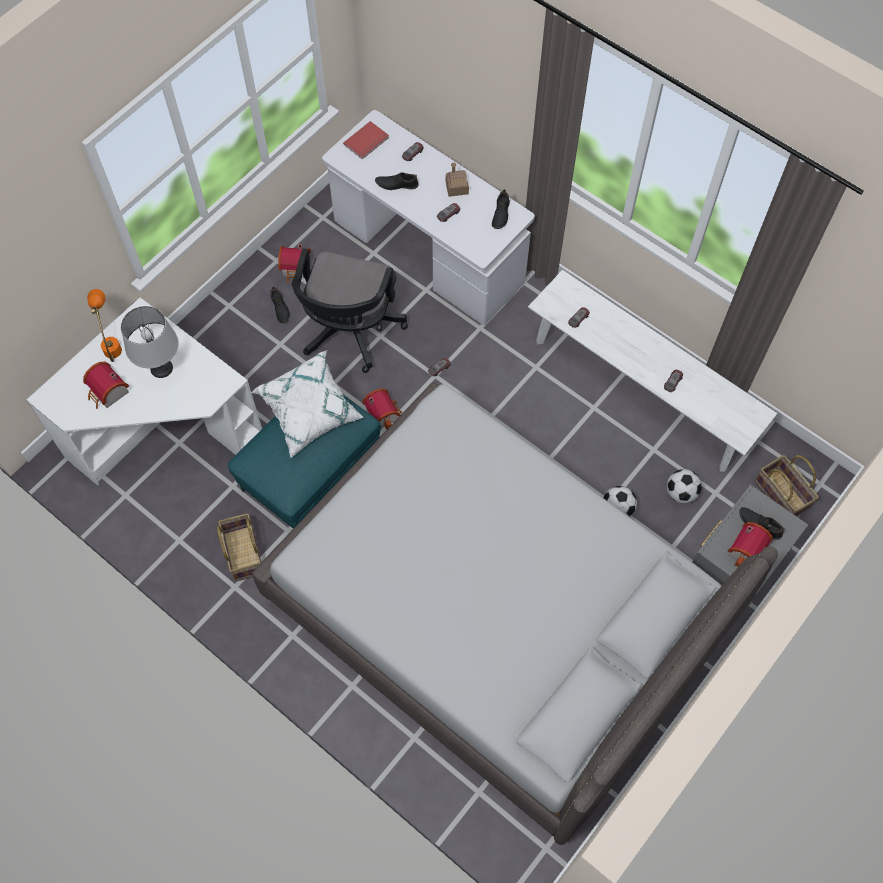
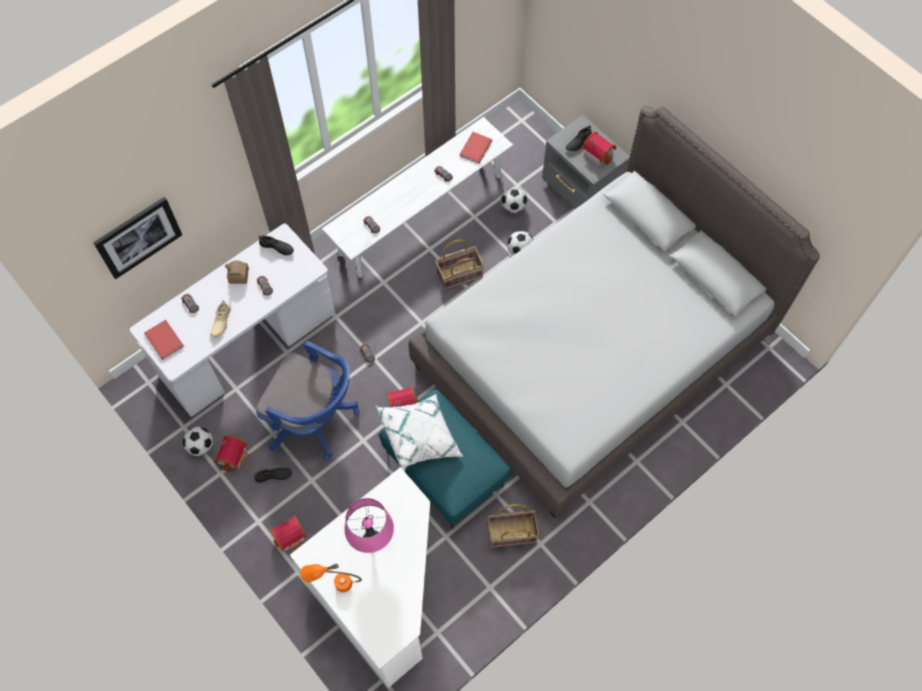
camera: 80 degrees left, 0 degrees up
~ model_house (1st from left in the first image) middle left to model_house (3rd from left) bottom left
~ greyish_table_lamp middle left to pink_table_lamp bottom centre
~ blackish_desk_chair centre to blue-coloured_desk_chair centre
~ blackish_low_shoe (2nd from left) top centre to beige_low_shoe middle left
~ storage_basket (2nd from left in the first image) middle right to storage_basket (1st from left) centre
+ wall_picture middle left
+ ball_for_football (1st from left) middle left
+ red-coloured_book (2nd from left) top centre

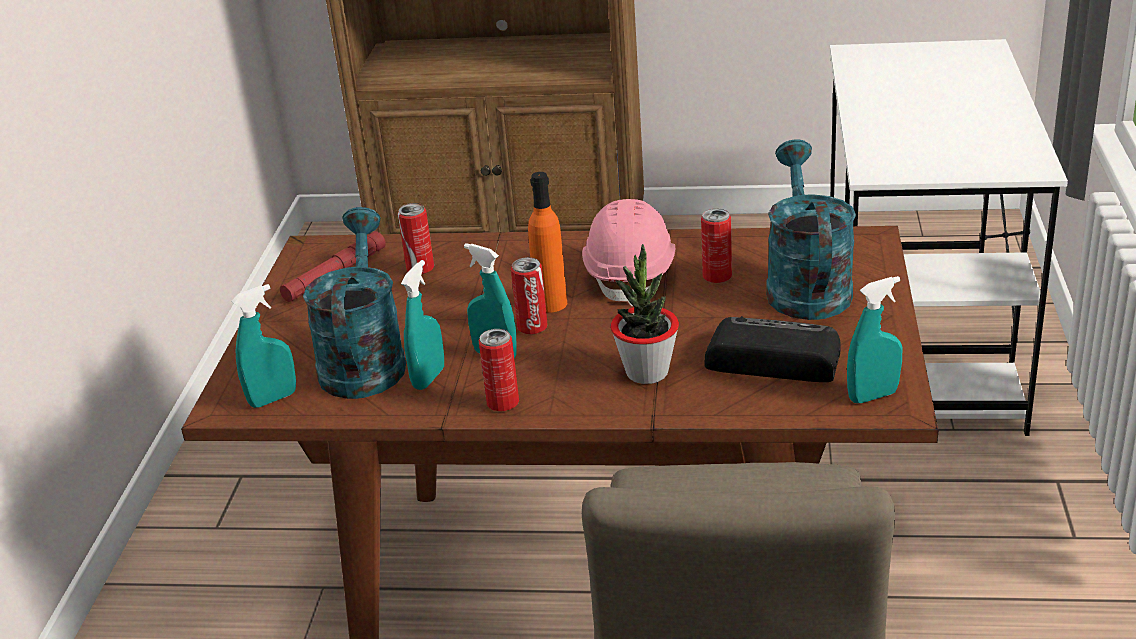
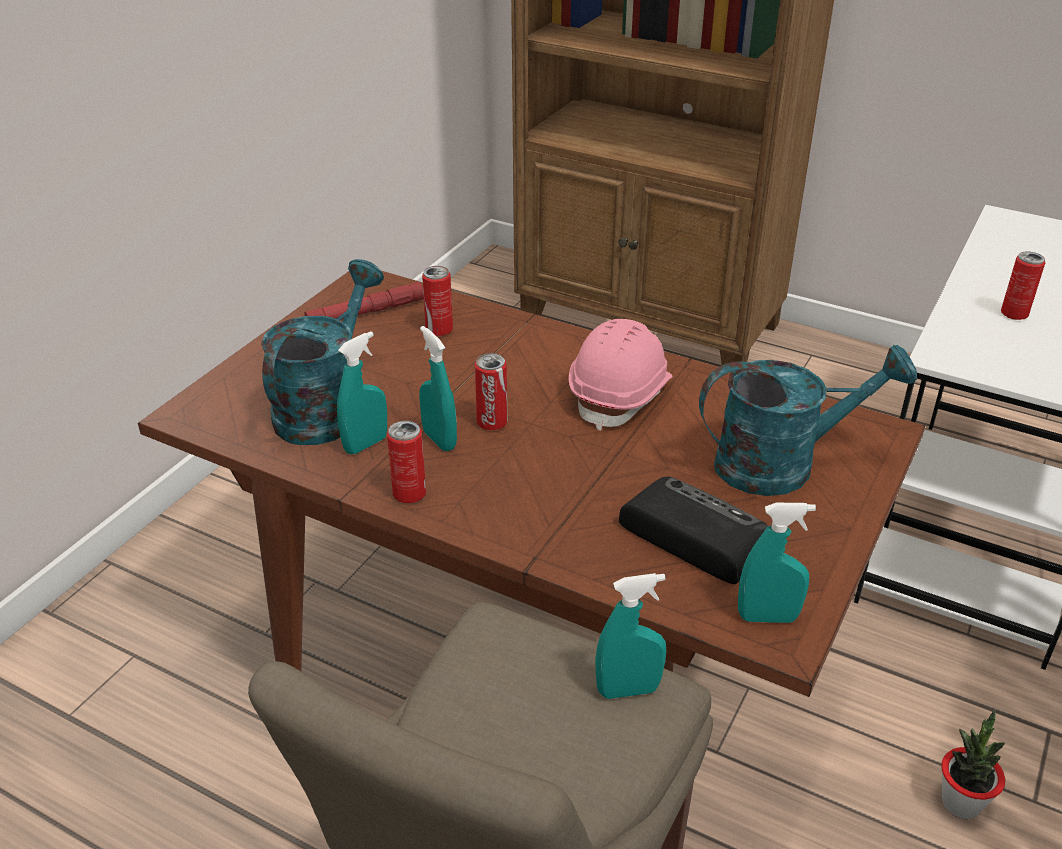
camera: 20 degrees right, 5 degrees up
~ blue-green_spray_bottle (1st from left in the first image) middle left to blue-green_spray_bottle (3rd from left) bottom centre
- orangey_beverage_bottle centre
~ potted_plant centre to bottom right
~ can (4th from left) centre to middle right
~ blue-green_watering_can (2nd from left) middle right = middle right 60 degrees clockwise

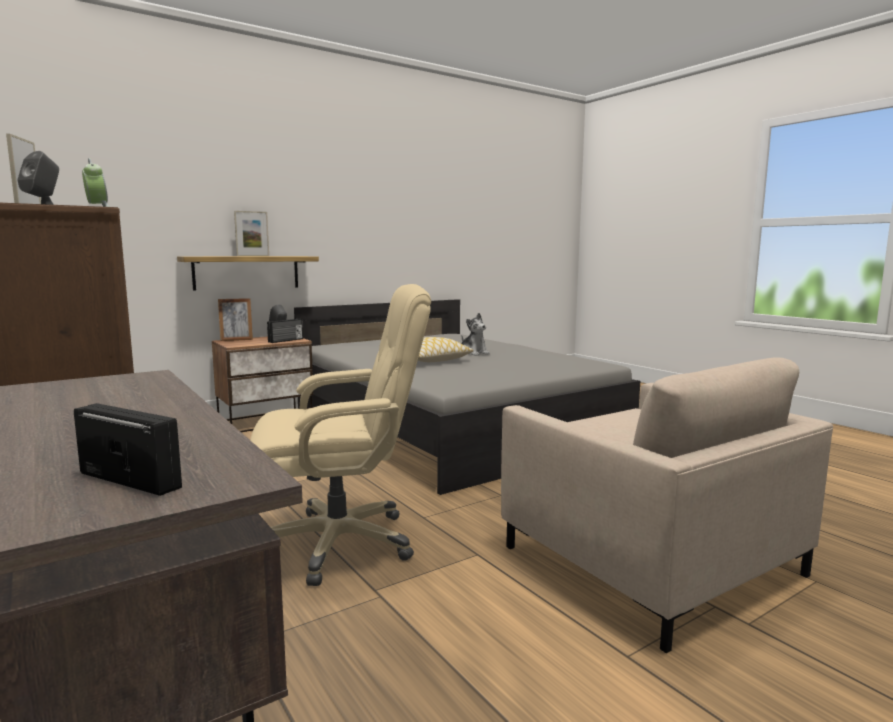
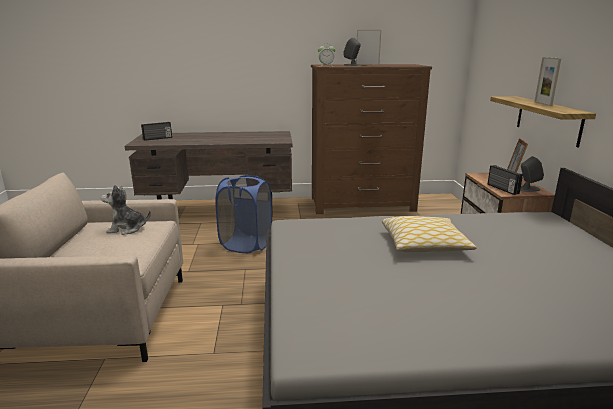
camera: 120 degrees right, 10 degrees up
~ beige_desk_chair centre to blue-coloured_washing_basket centre
~ plush_toy centre to middle left

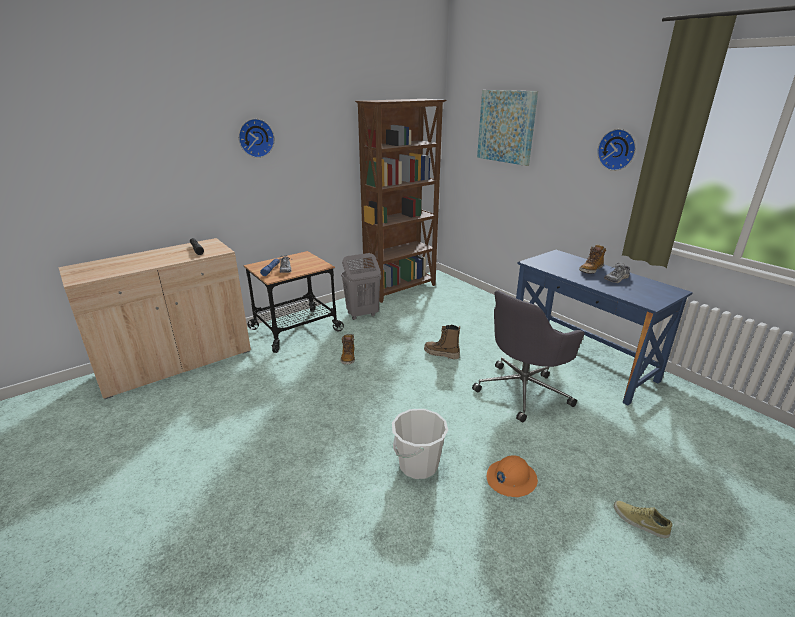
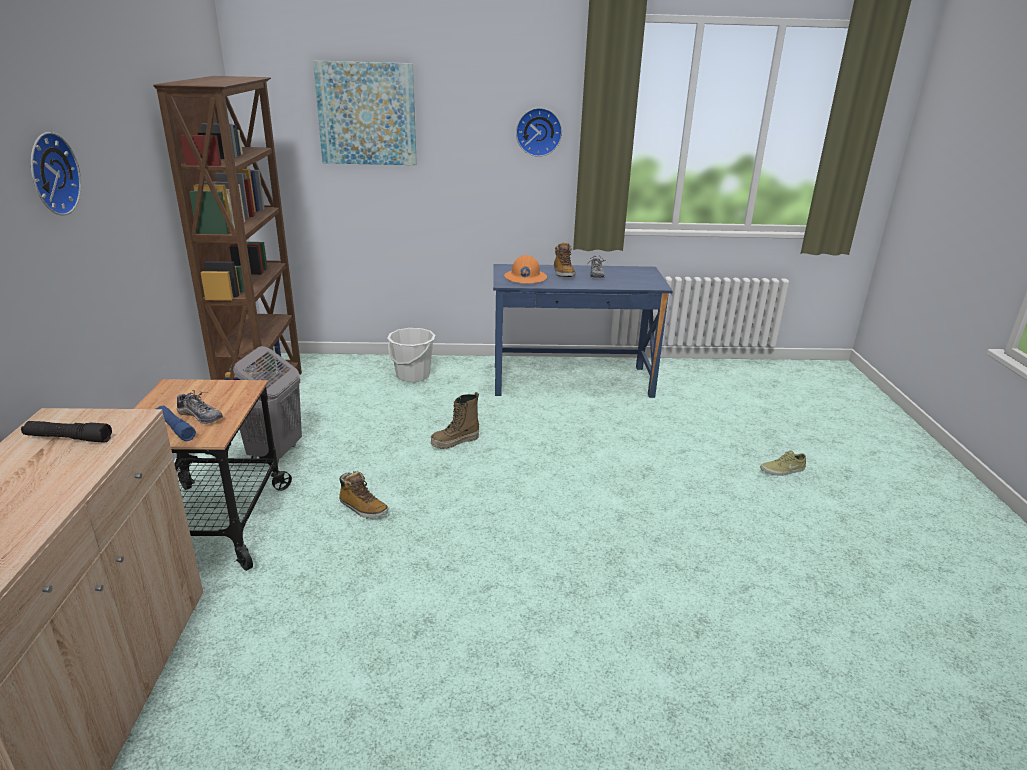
camera: 55 degrees left, 0 degrees up
~ white-coloured_water_bucket bottom centre to centre
- greyish_desk_chair centre
~ orangey_hard_hat bottom centre to centre

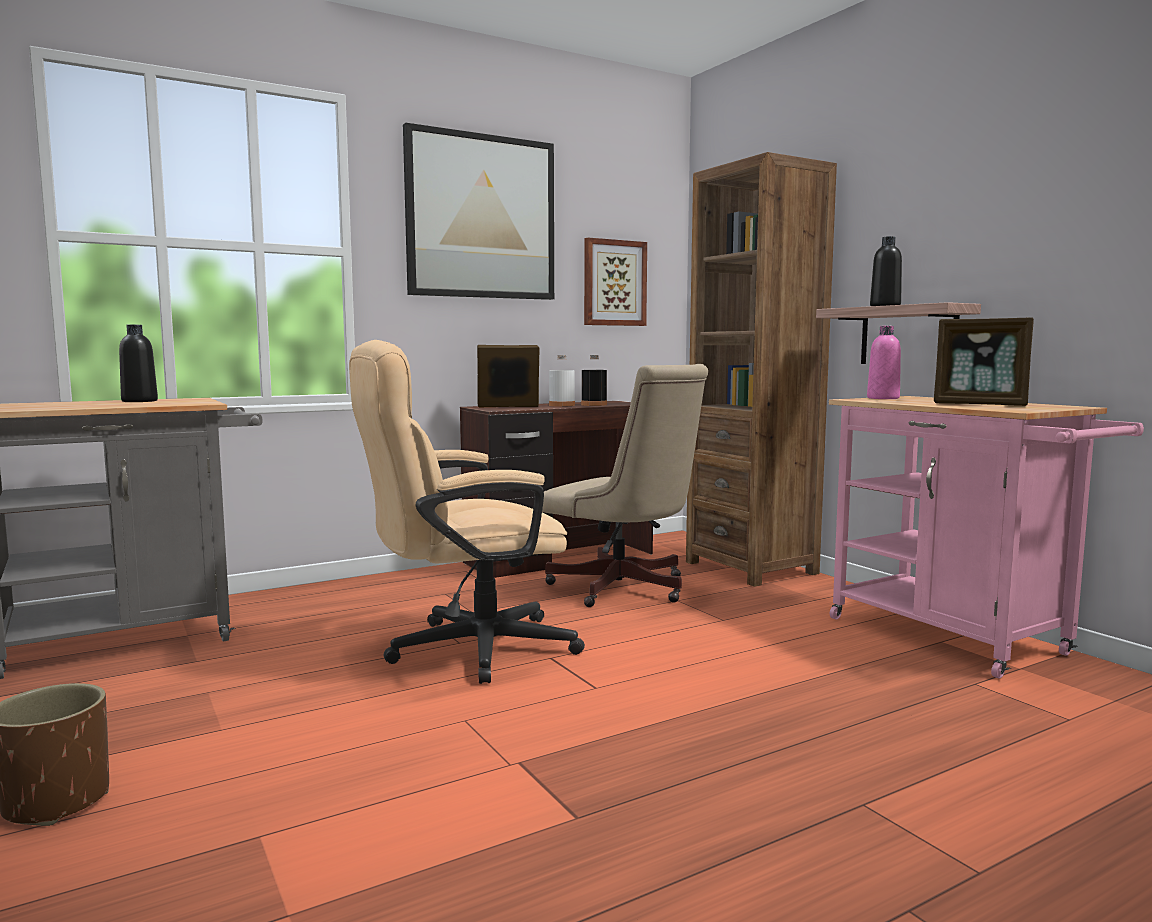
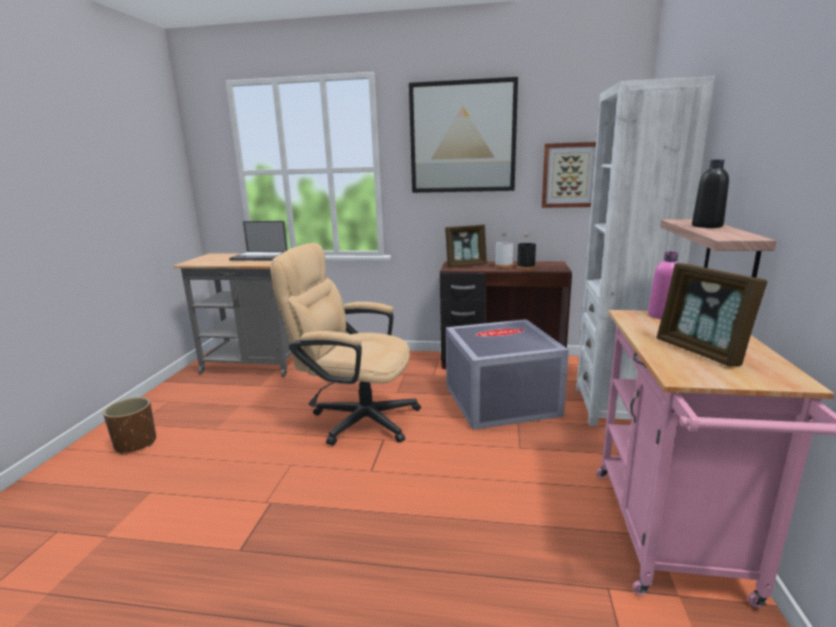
camera: 40 degrees right, 10 degrees up
~ blackish_beverage_bottle (1st from left) middle left to portable_computer middle left
~ picture_frame (1st from left) centre = centre 135 degrees clockwise
~ beige_desk_chair (2nd from left) centre to greyish_storage_bin centre
~ brownish_shelving_unit centre to white-coloured_shelving_unit middle right

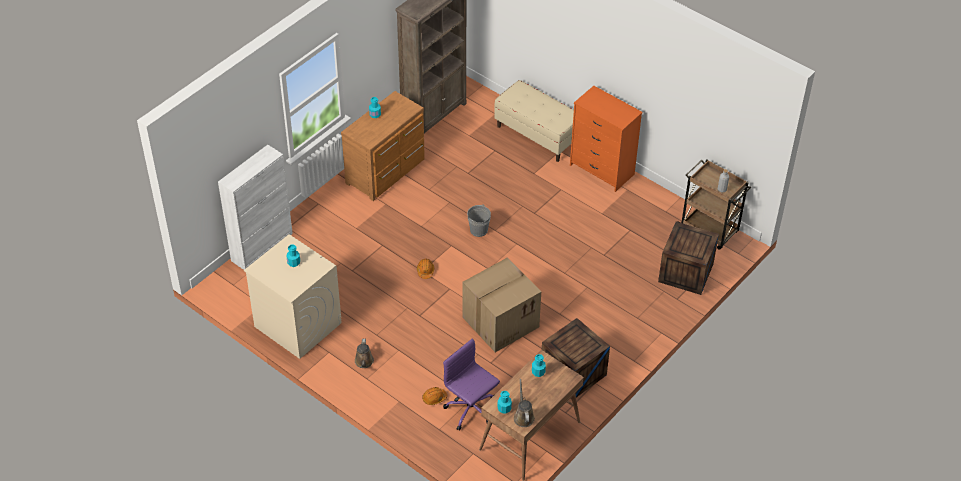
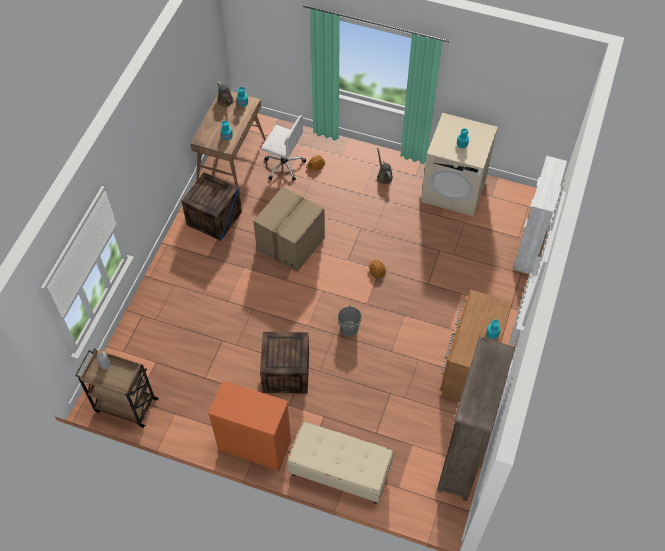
camera: 160 degrees right, 10 degrees up
~ purplish_desk_chair bottom centre to white-coloured_desk_chair top centre
~ crate (2nd from left) middle right to centre

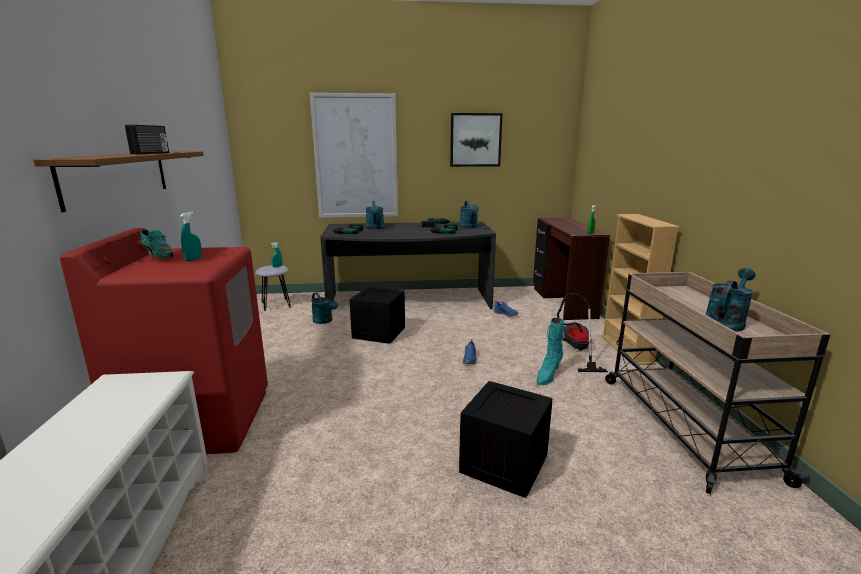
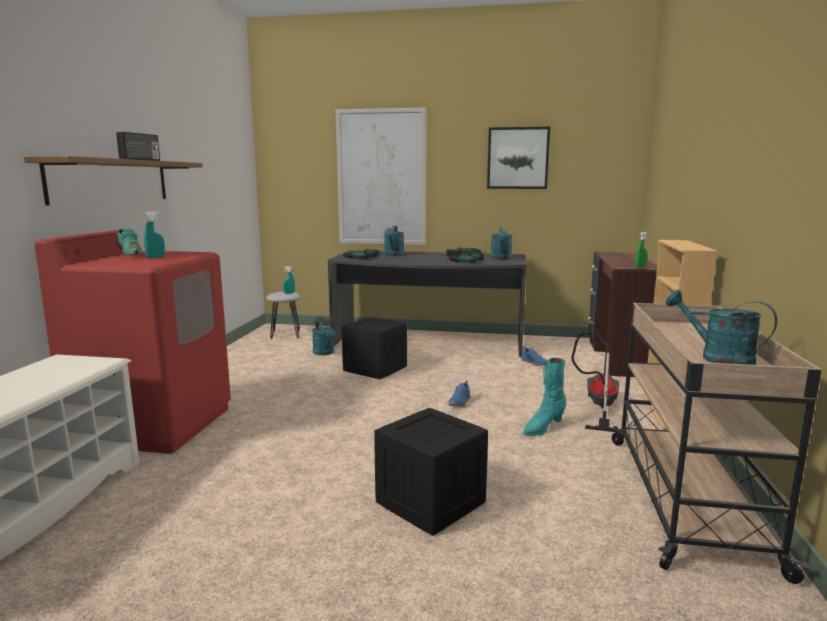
camera: 15 degrees right, 5 degrees down
~ blue-green_watering_can (4th from left) middle right = middle right 105 degrees counterclockwise

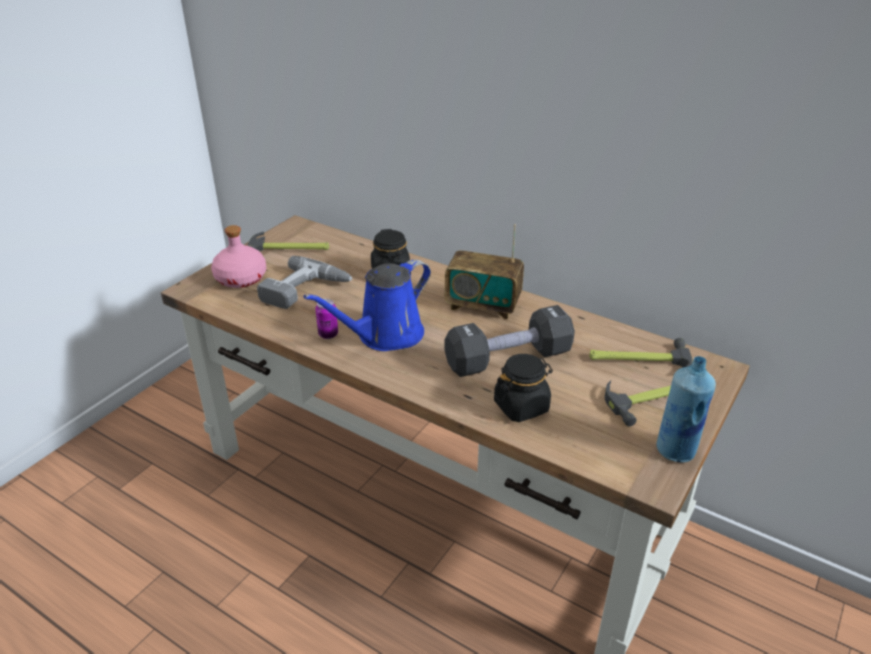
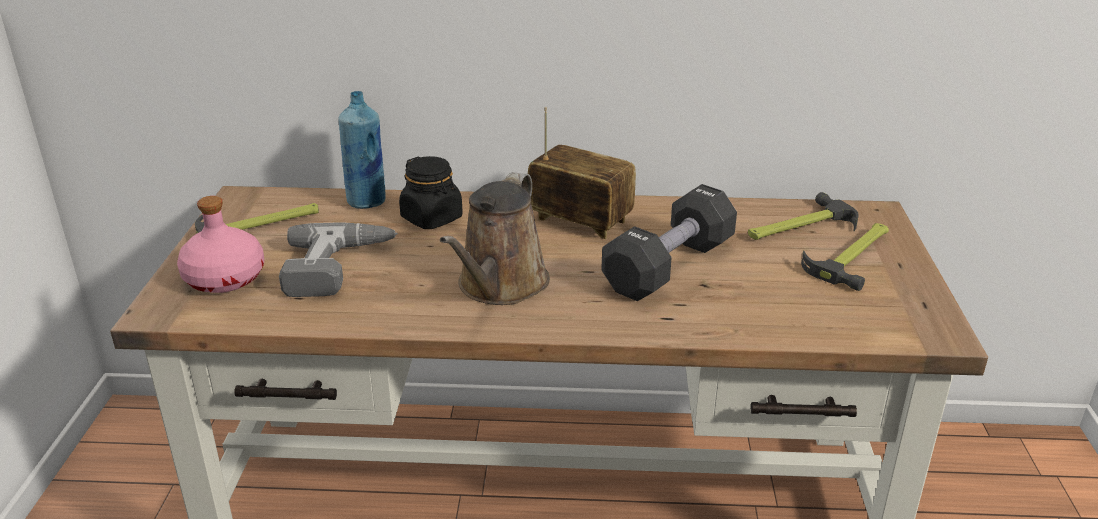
camera: 30 degrees left, 5 degrees down
~ blue-coloured_watering_can centre to brownish_watering_can centre
- can centre
~ radio centre = centre 135 degrees counterclockwise
- blackish_preserve_jar (2nd from left) centre
~ blue-coloured_beverage_bottle middle right to top left

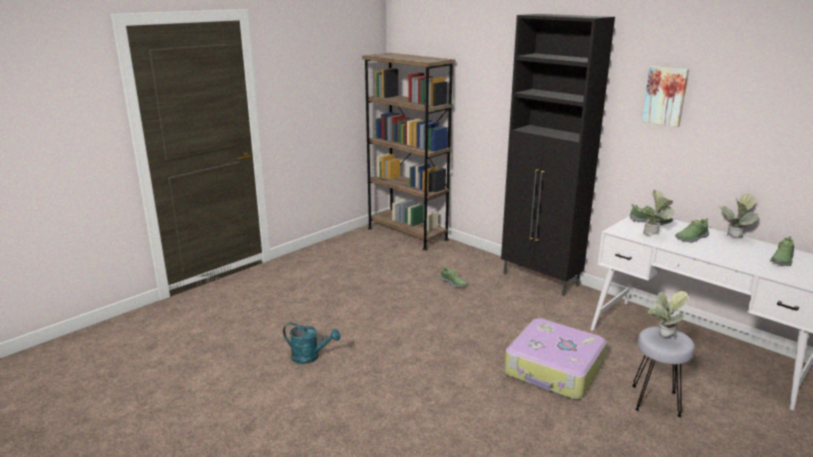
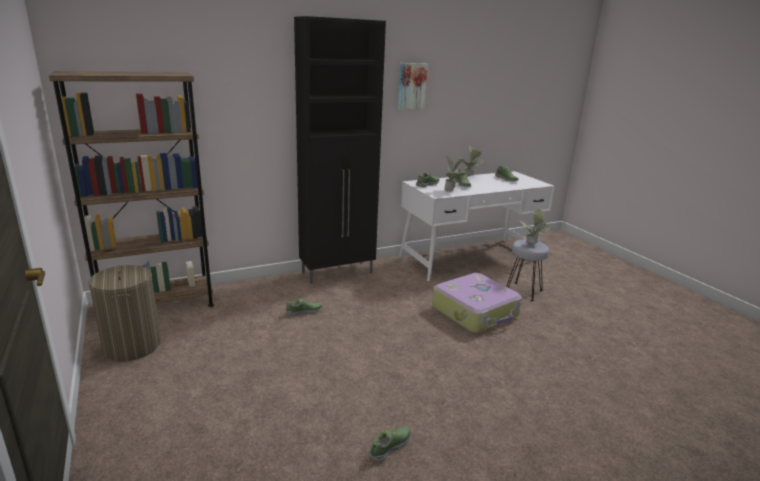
camera: 70 degrees left, 0 degrees up
~ blue-green_watering_can bottom centre to low_shoe (2nd from left) bottom centre
+ washing_basket middle left

